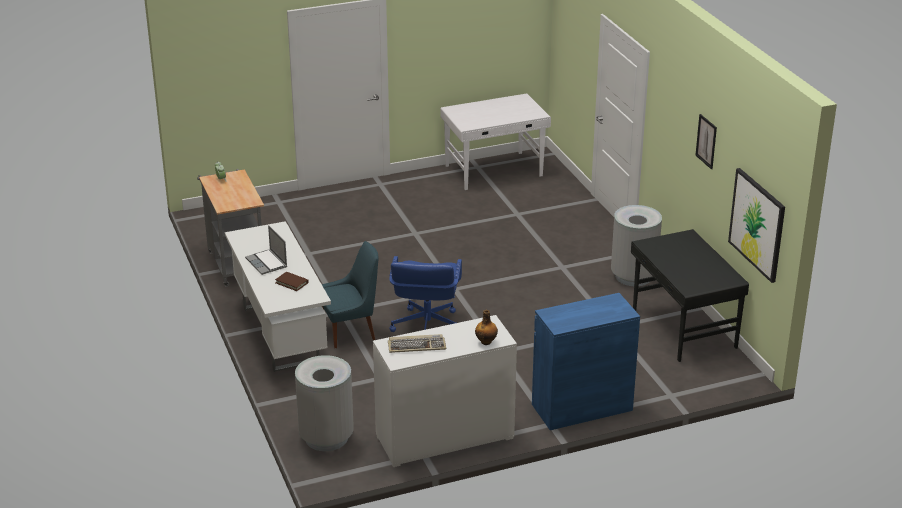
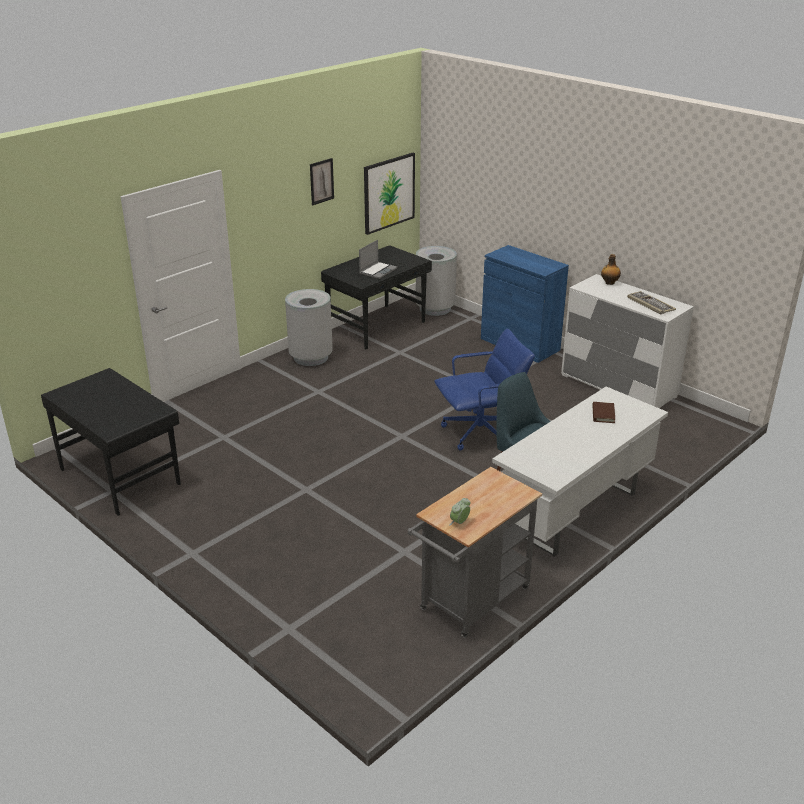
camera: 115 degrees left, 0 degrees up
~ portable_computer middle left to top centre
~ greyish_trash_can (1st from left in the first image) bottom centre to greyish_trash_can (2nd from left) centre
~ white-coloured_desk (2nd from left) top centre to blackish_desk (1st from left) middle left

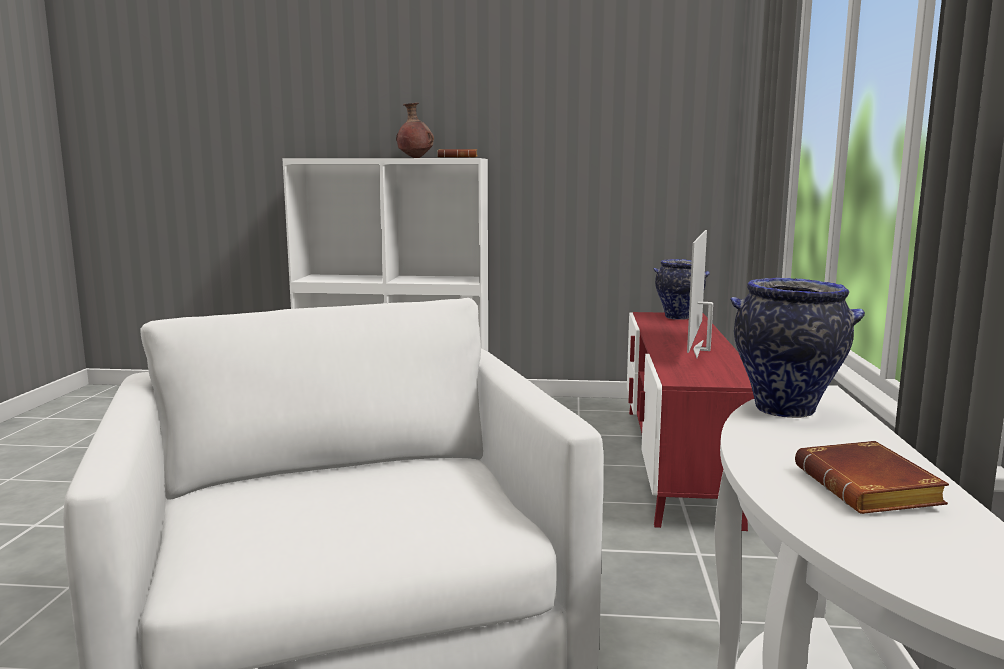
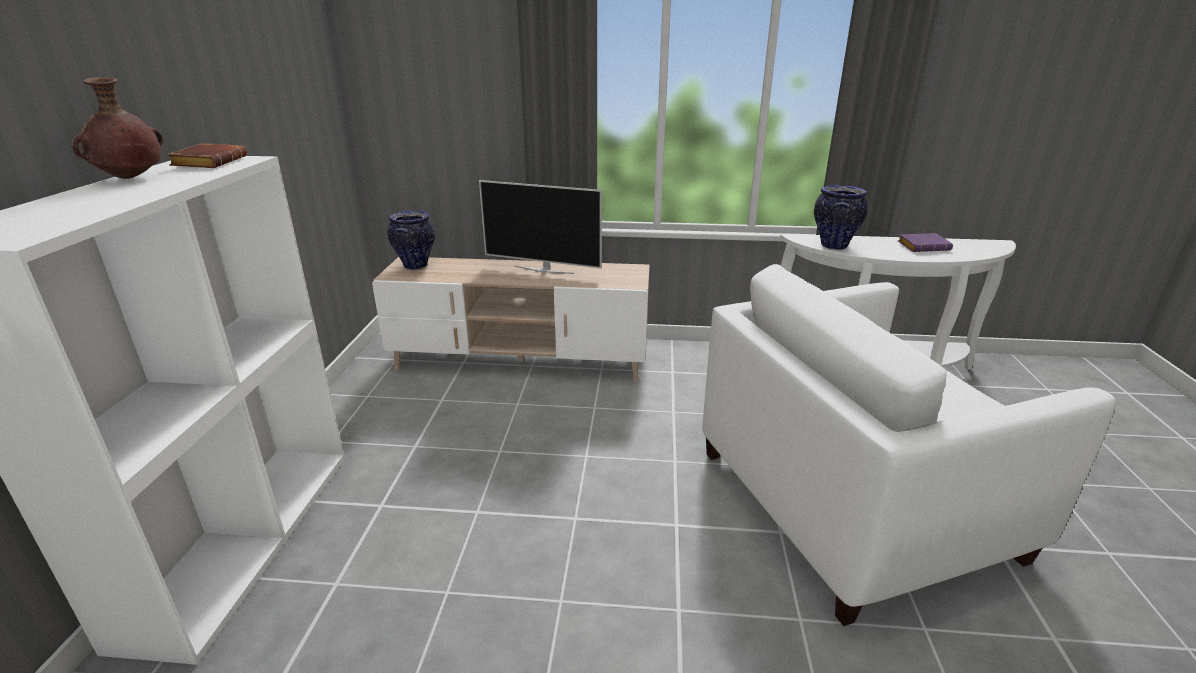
camera: 90 degrees left, 15 degrees up
~ red-coloured_tv_unit middle right to beige_tv_unit centre
~ brownish_book (2nd from left) bottom right to purplish_book middle right

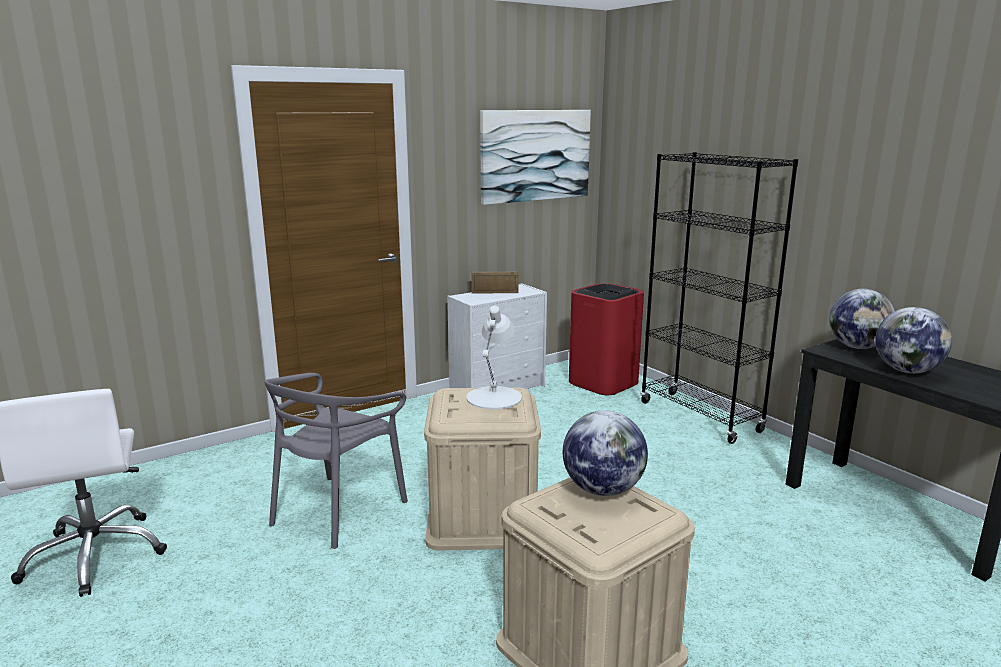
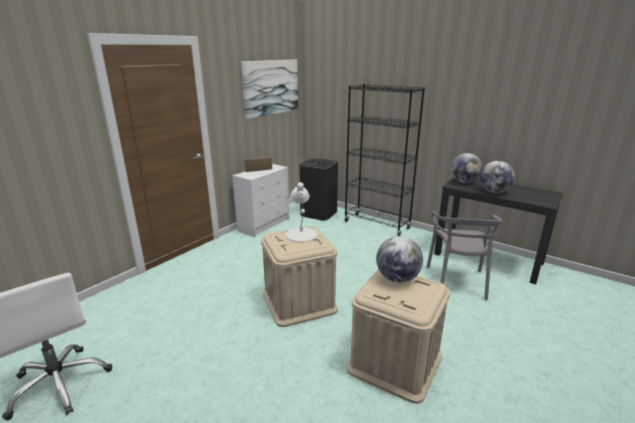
camera: 20 degrees left, 5 degrees up
~ greyish_chair bottom centre to middle right
~ red-coloured_trash_can centre to blackish_trash_can centre

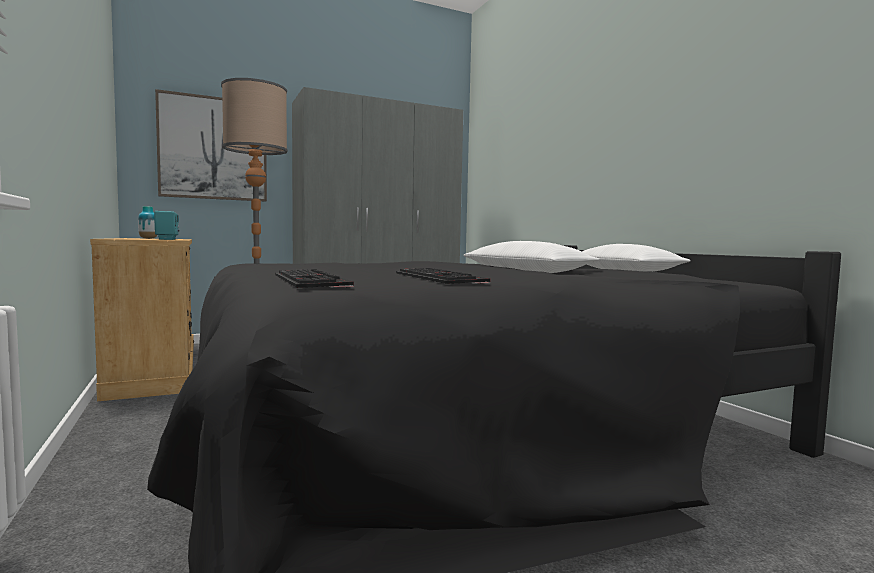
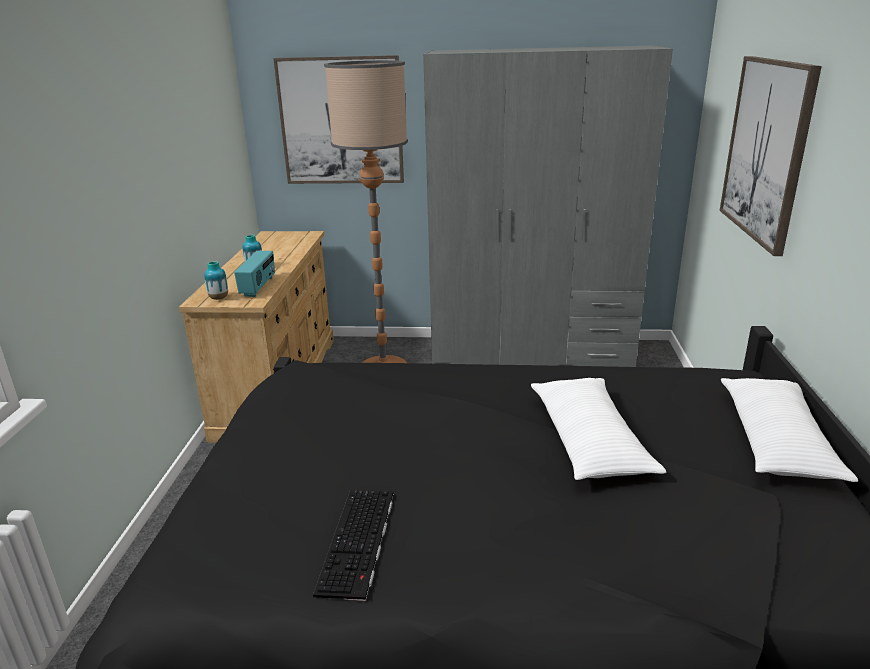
camera: 30 degrees right, 20 degrees up
- computer_keyboard (1st from left) centre
+ flower_vase (1st from left) middle left
+ wall_picture (2nd from left) top right

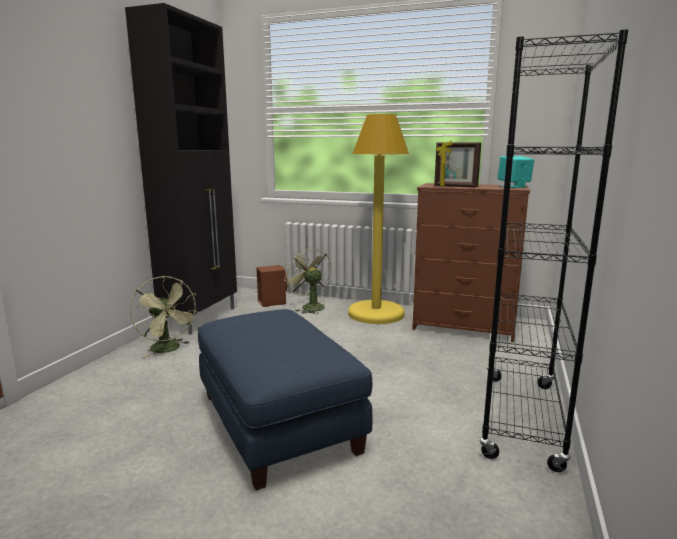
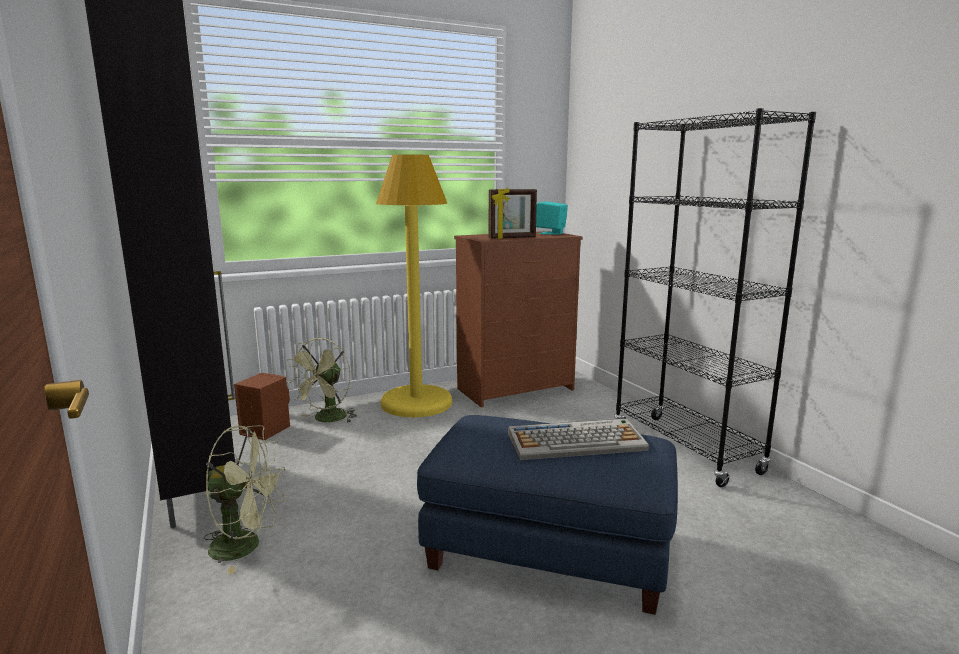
camera: 45 degrees left, 0 degrees up
~ green-coloured_cooling_fan (2nd from left) centre = centre 75 degrees counterclockwise
+ computer_keyboard bottom centre

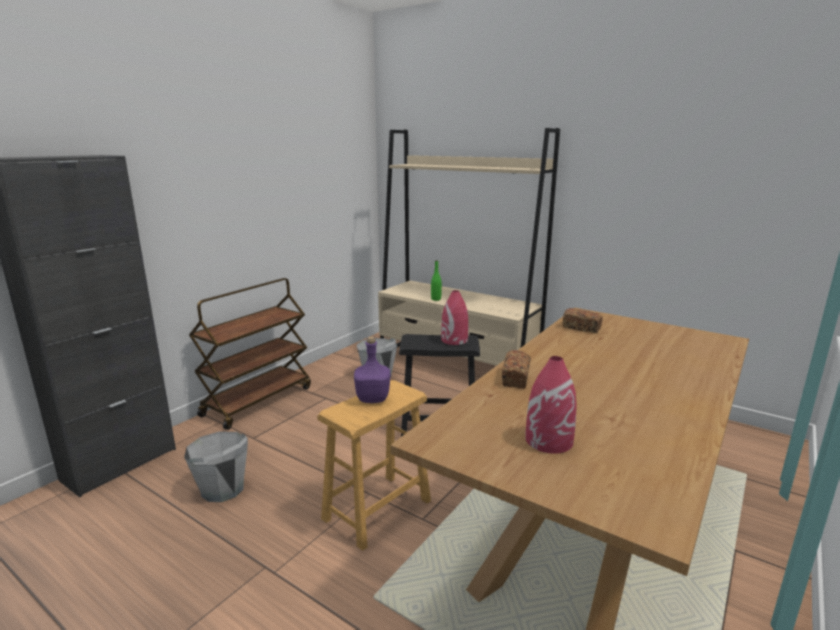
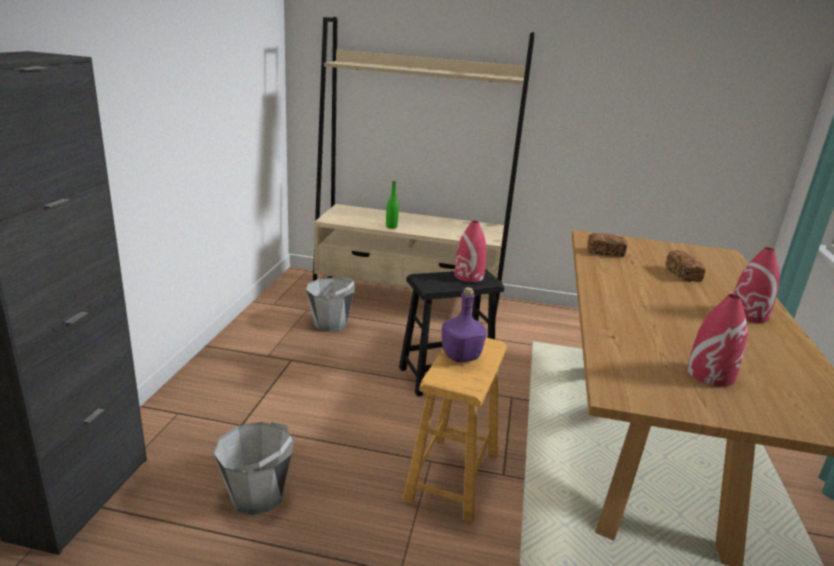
camera: 25 degrees left, 5 degrees up
- brownish_trolley middle left
~ bread (1st from left in the first image) centre to bread (2nd from left) middle right
+ red-coloured_flower_vase (3rd from left) middle right

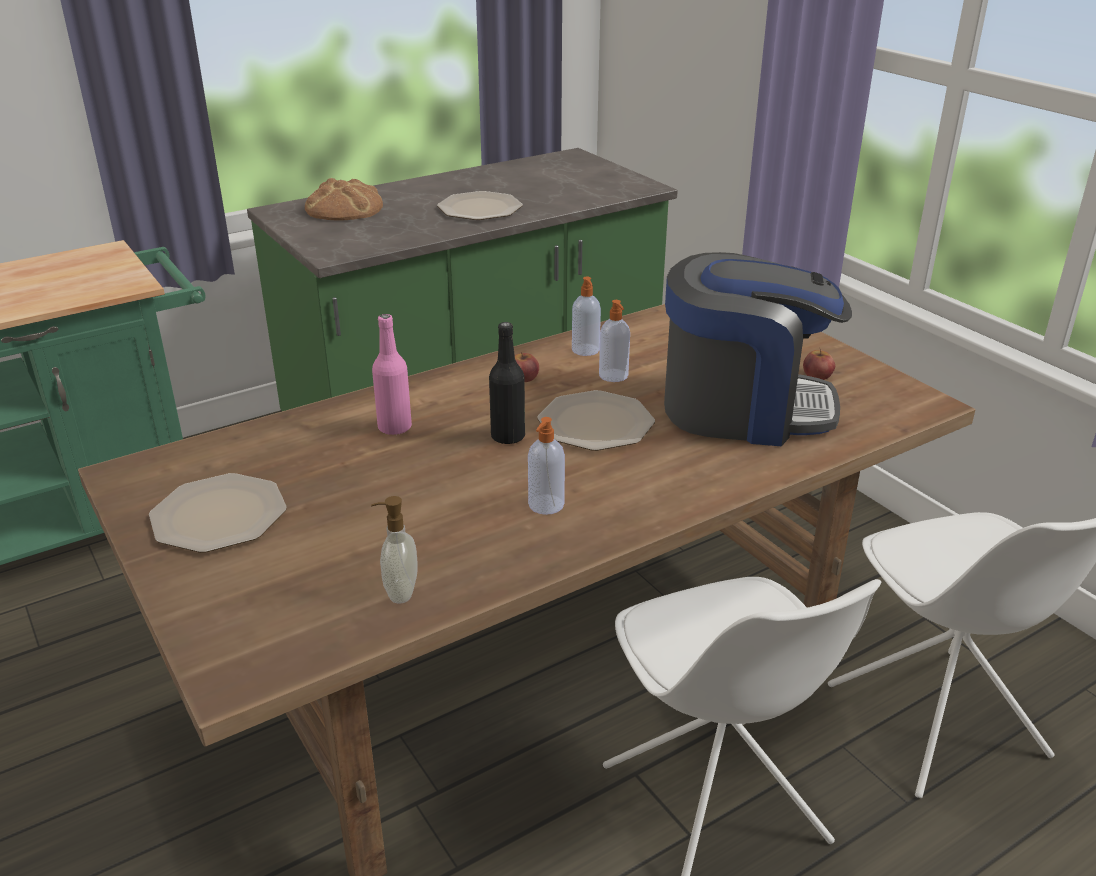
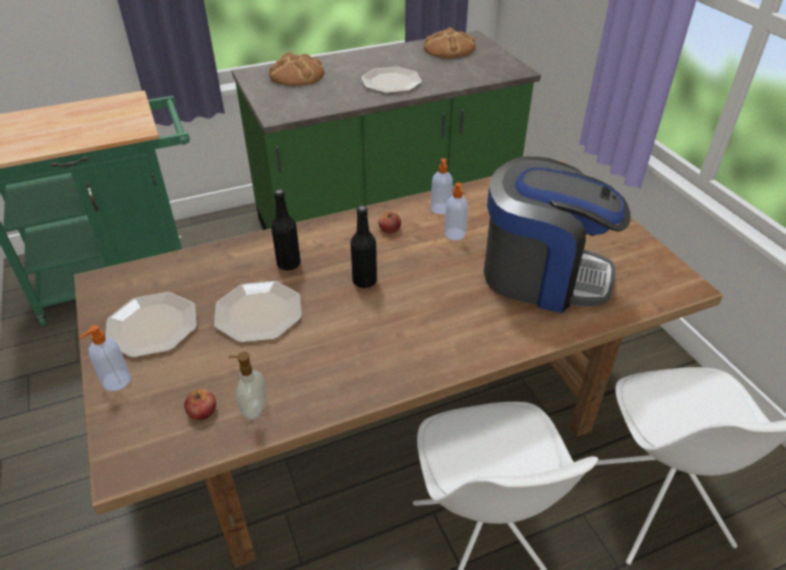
camera: 10 degrees right, 10 degrees up
~ pink_beverage_bottle centre to blackish_beverage_bottle (1st from left) centre
~ liquid_soap_bottle (2nd from left in the first image) centre to liquid_soap_bottle (1st from left) middle left
~ plate (3rd from left in the first image) centre to plate (2nd from left) middle left
~ whole_apple (2nd from left in the first image) middle right to whole_apple (1st from left) bottom left
+ bread (2nd from left) top centre

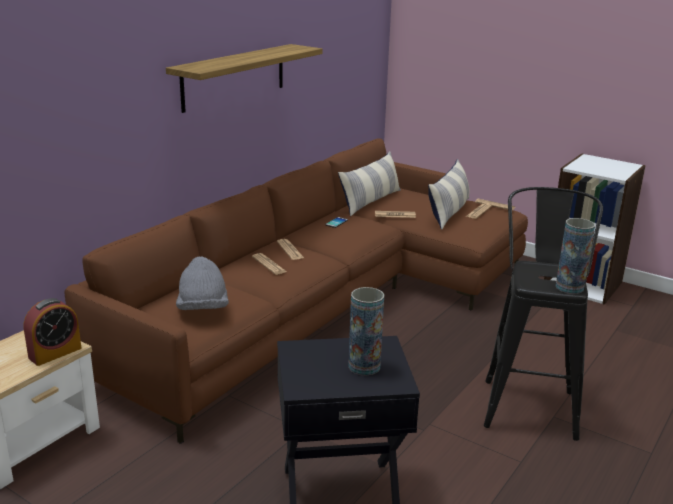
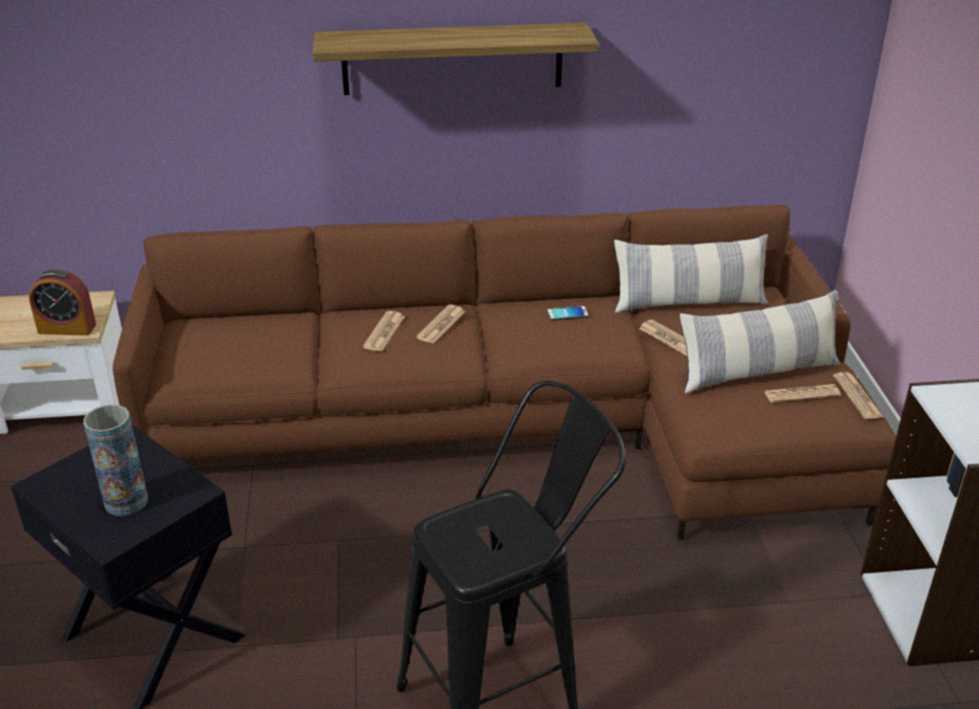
camera: 50 degrees right, 10 degrees up
- greyish_wearable_hat middle left
- flower_vase (2nd from left) middle right

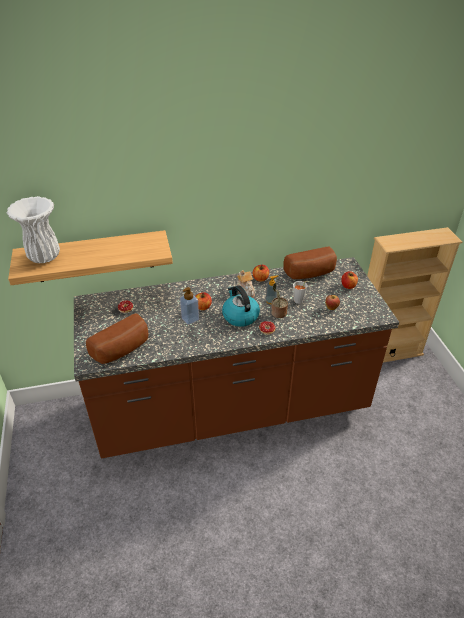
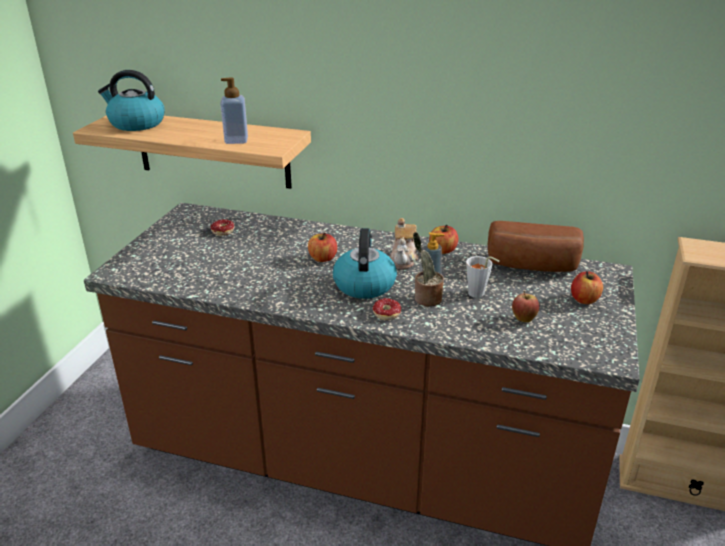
camera: 30 degrees right, 10 degrees down
~ white-coloured_flower_vase middle left to water_kettle (1st from left) top left
- bread (1st from left) middle left
~ liquid_soap_bottle (1st from left) centre to top left

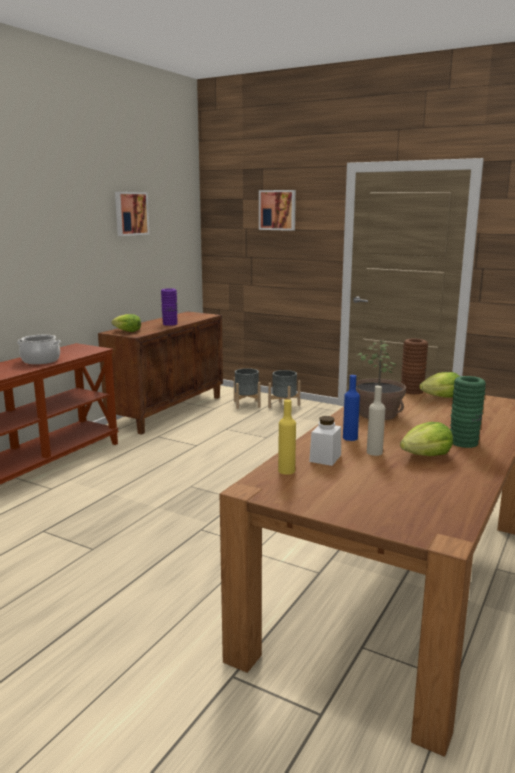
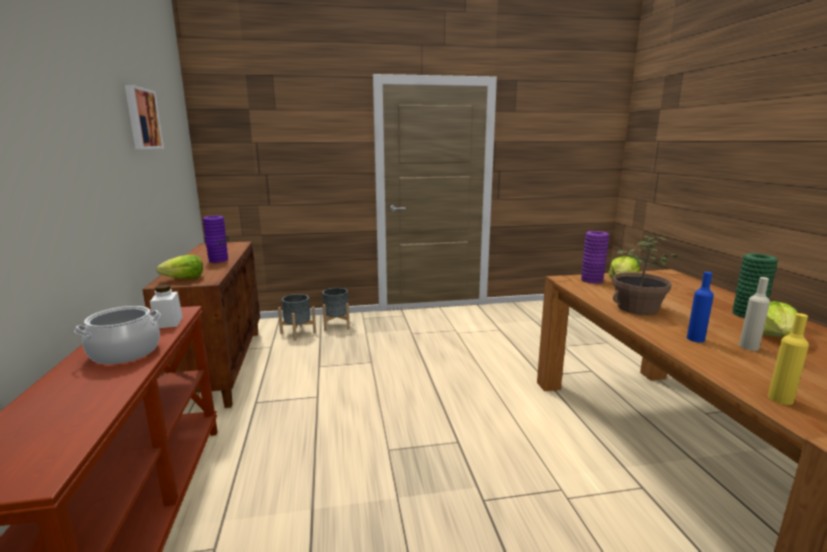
camera: 40 degrees left, 0 degrees up
- wall_picture (2nd from left) top centre
~ white-coloured_preserve_jar centre to middle left
~ brownish_flower_vase middle right to purplish_flower_vase (2nd from left) middle right

